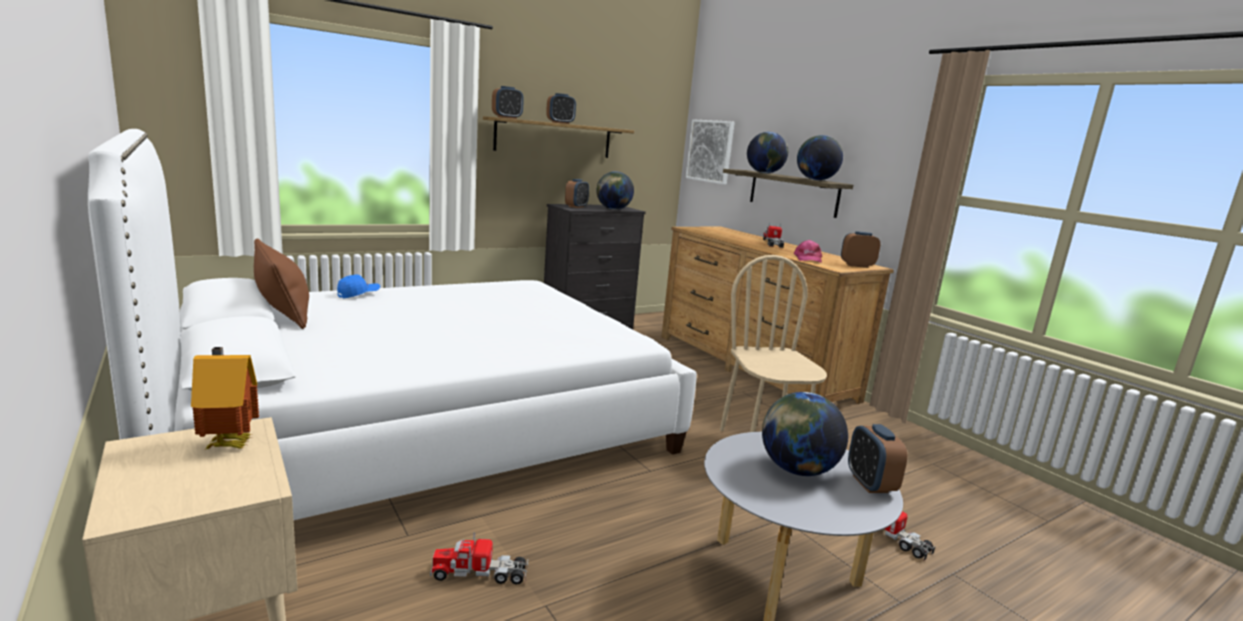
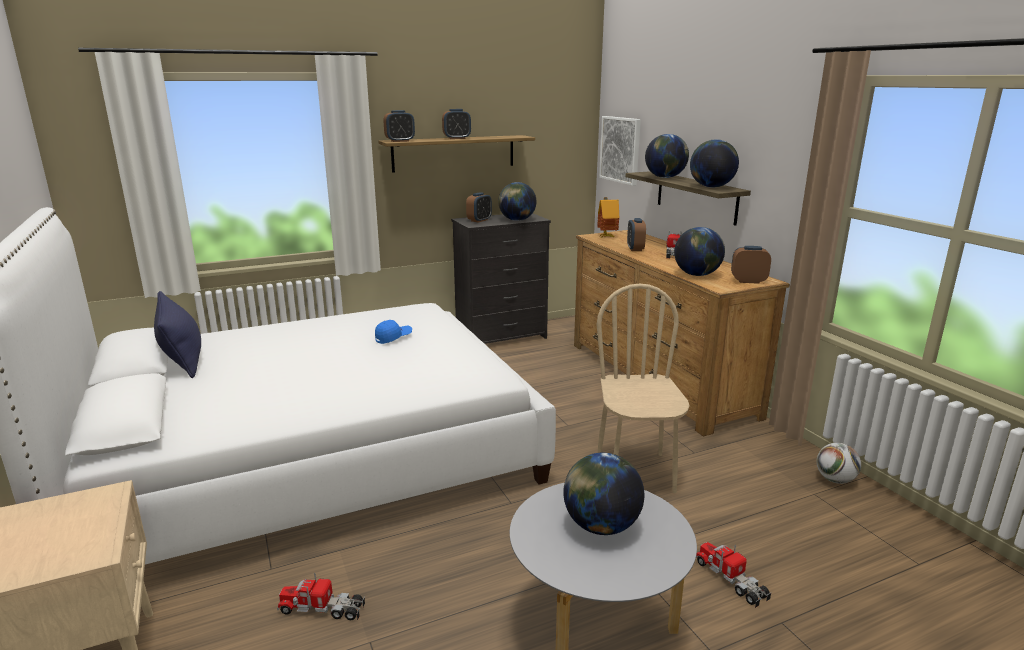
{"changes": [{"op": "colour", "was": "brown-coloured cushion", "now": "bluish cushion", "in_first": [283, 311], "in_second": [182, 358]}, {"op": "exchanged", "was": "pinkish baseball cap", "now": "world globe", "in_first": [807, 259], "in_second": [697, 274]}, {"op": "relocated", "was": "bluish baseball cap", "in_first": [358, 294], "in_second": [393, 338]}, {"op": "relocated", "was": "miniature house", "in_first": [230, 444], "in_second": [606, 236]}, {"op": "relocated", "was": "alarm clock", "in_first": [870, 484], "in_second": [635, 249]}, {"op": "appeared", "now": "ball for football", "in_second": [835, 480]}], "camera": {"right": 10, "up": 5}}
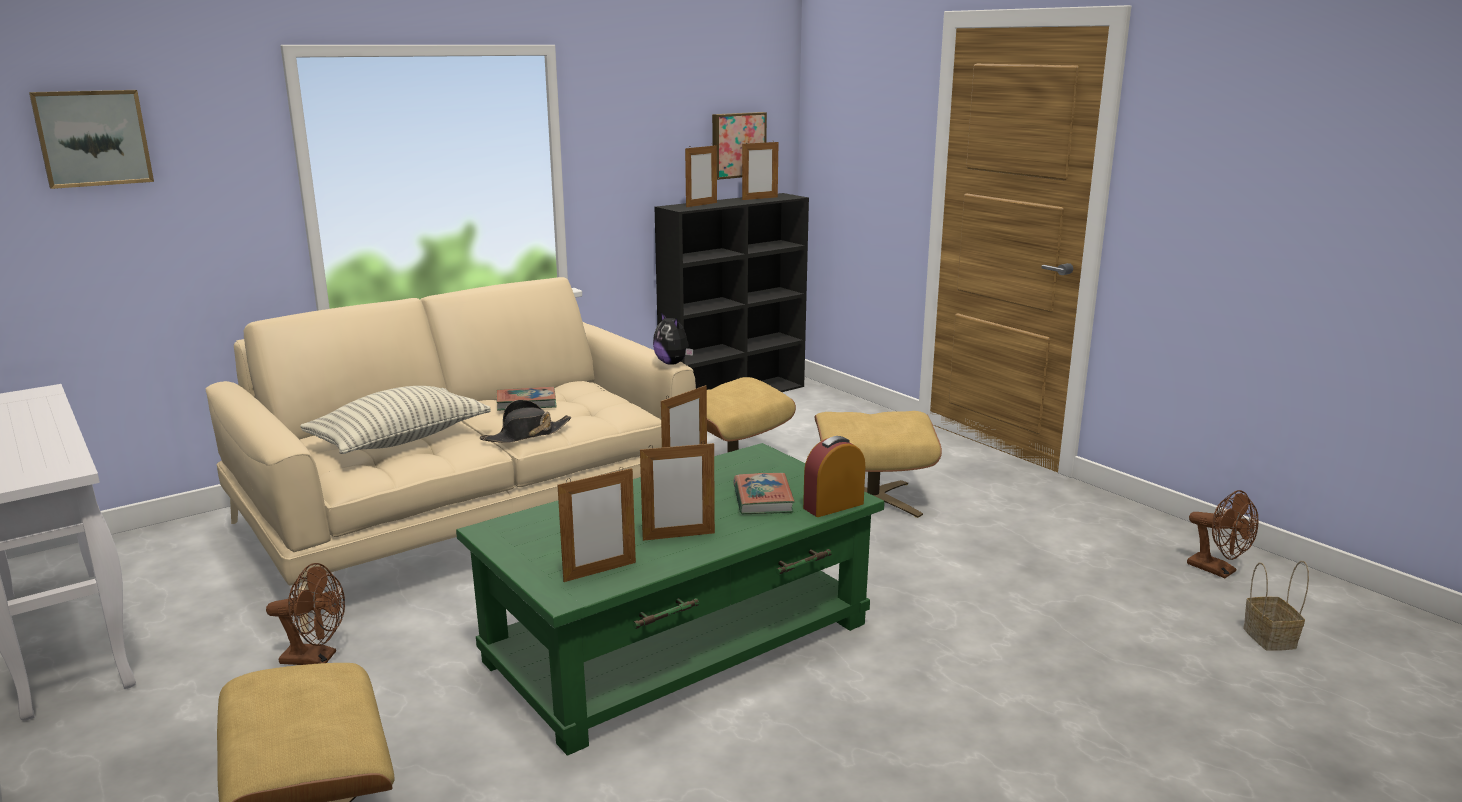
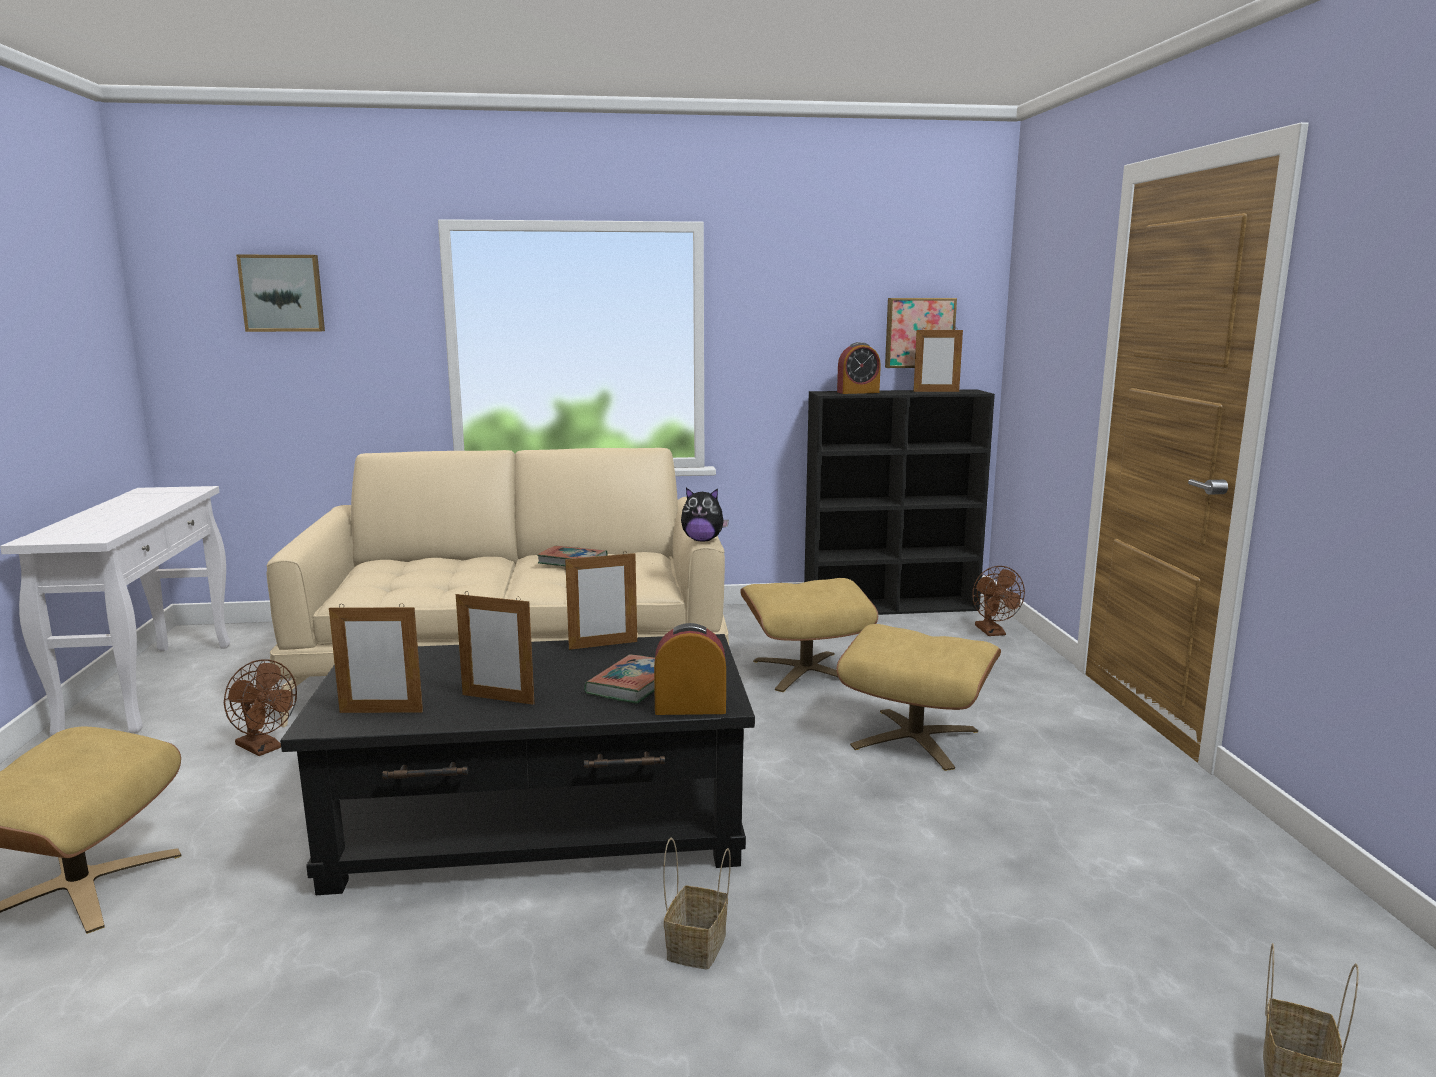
{"changes": [{"op": "exchanged", "was": "standing frame", "now": "alarm clock", "in_first": [701, 205], "in_second": [858, 392]}, {"op": "spun", "was": "plush toy", "in_first": [673, 363], "in_second": [702, 540], "clockwise": -75}, {"op": "missing", "was": "cushion", "in_first": [400, 440]}, {"op": "missing", "was": "black wearable hat", "in_first": [526, 434]}, {"op": "colour", "was": "greenish coffee table", "now": "black coffee table", "in_first": [681, 642], "in_second": [541, 825]}, {"op": "relocated", "was": "brown-coloured fan", "in_first": [1218, 570], "in_second": [993, 632]}, {"op": "appeared", "now": "basket", "in_second": [697, 948]}], "camera": {"right": 30, "up": -5}}
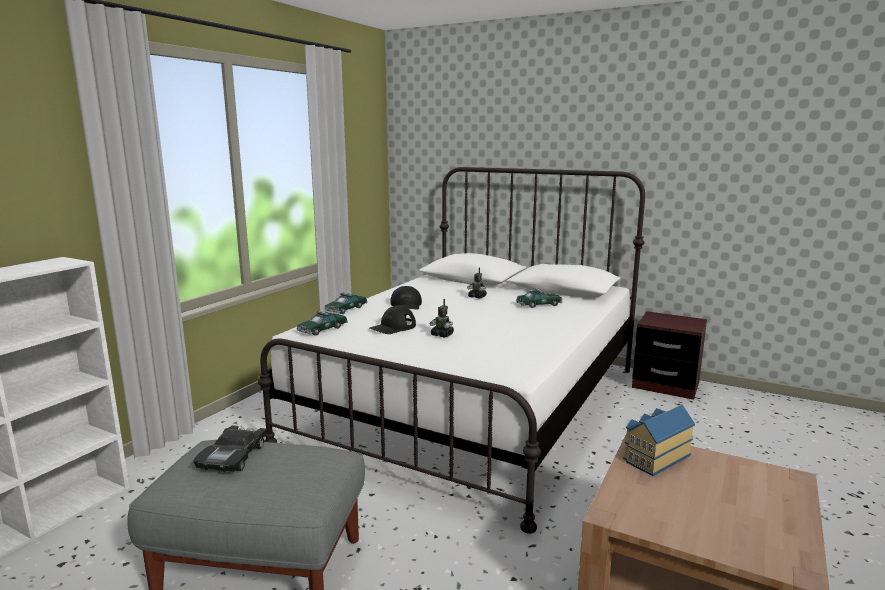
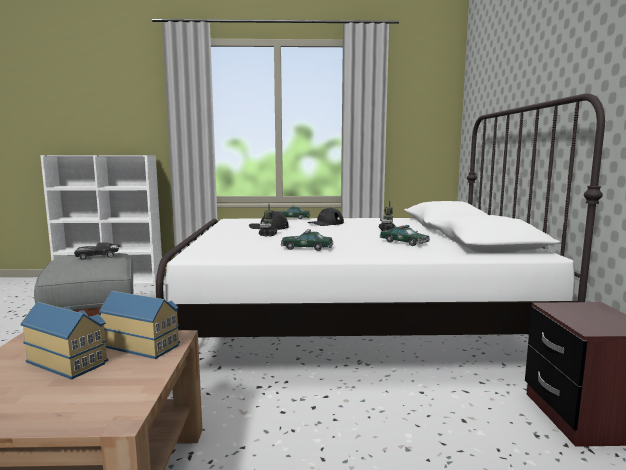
{"changes": [{"op": "relocated", "was": "miniature car", "in_first": [322, 329], "in_second": [306, 248]}, {"op": "appeared", "now": "miniature house", "in_second": [69, 361]}], "camera": {"right": 60, "up": -5}}
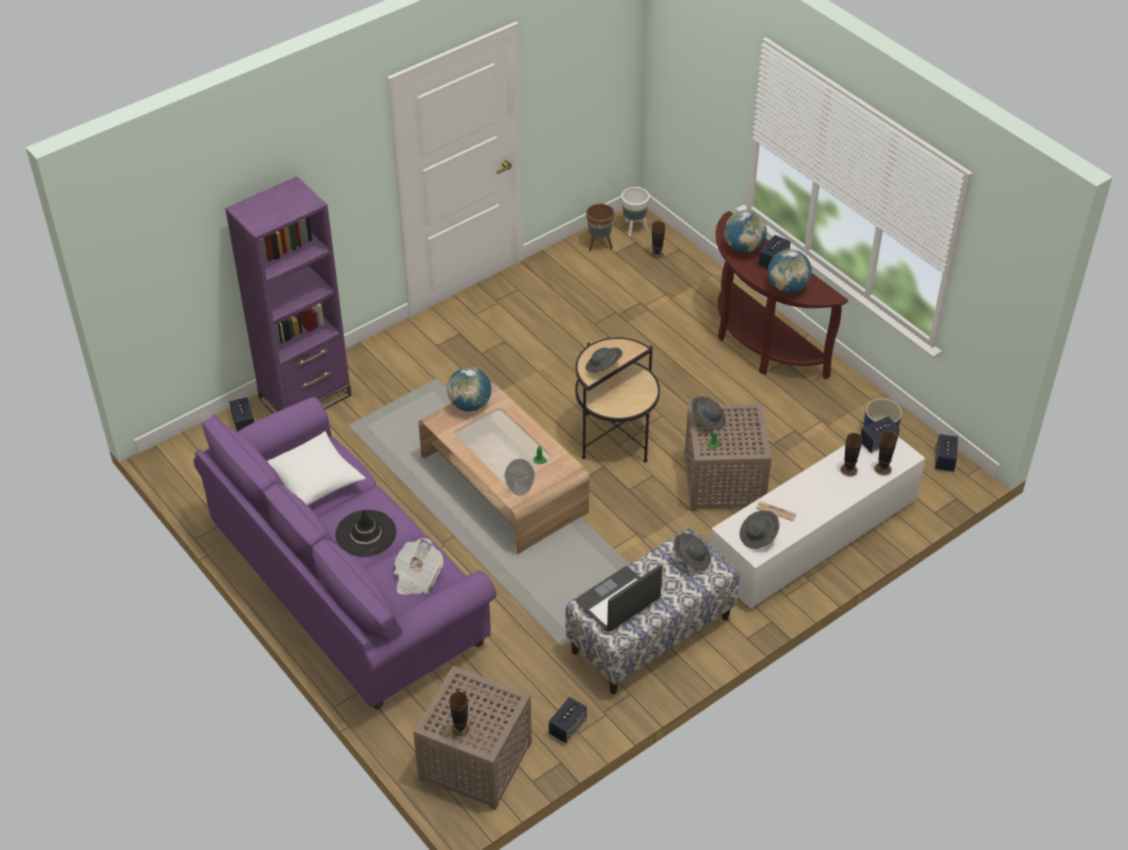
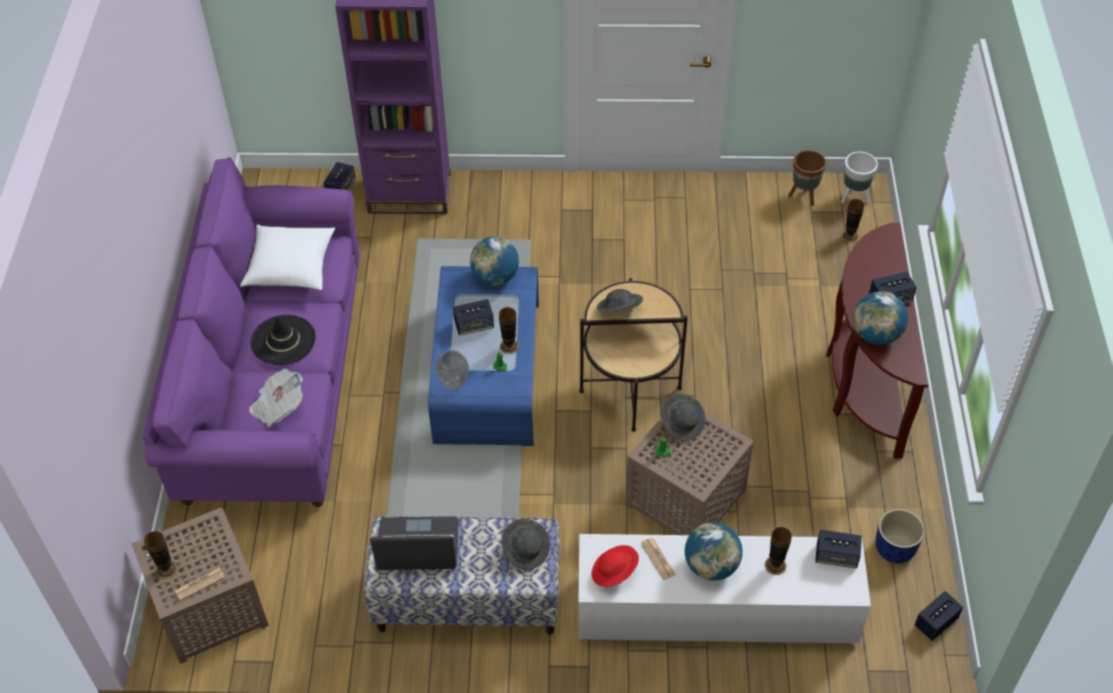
{"changes": [{"op": "relocated", "was": "world globe", "in_first": [743, 248], "in_second": [711, 566]}, {"op": "colour", "was": "brown-coloured coffee table", "now": "bluish coffee table", "in_first": [503, 484], "in_second": [487, 372]}, {"op": "relocated", "was": "decorative vase", "in_first": [882, 469], "in_second": [509, 346]}, {"op": "colour", "was": "grey wearable hat", "now": "reddish wearable hat", "in_first": [758, 536], "in_second": [614, 572]}, {"op": "relocated", "was": "audio speaker", "in_first": [567, 727], "in_second": [474, 325]}, {"op": "appeared", "now": "newspaper", "in_second": [200, 584]}], "camera": {"right": 40, "up": 5}}
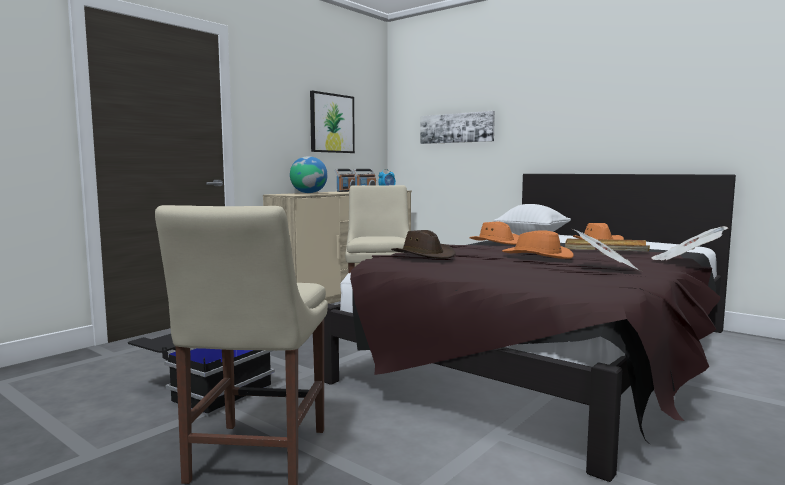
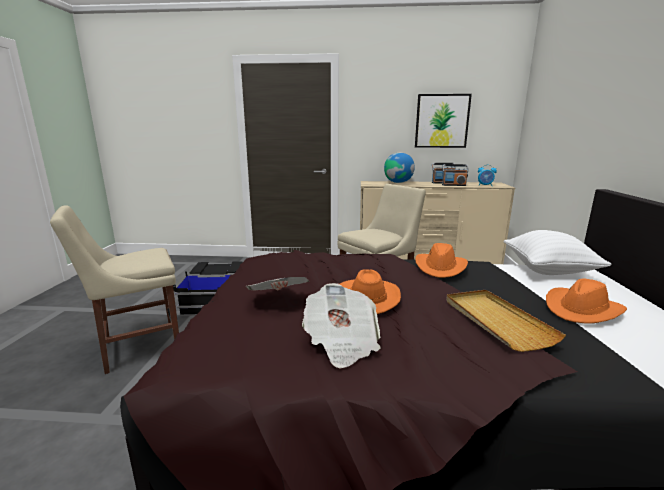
{"changes": [{"op": "missing", "was": "wall art", "in_first": [456, 128]}, {"op": "relocated", "was": "newspaper", "in_first": [686, 261], "in_second": [278, 300]}, {"op": "missing", "was": "brown-coloured wearable hat", "in_first": [423, 255]}], "camera": {"right": 55, "up": 10}}
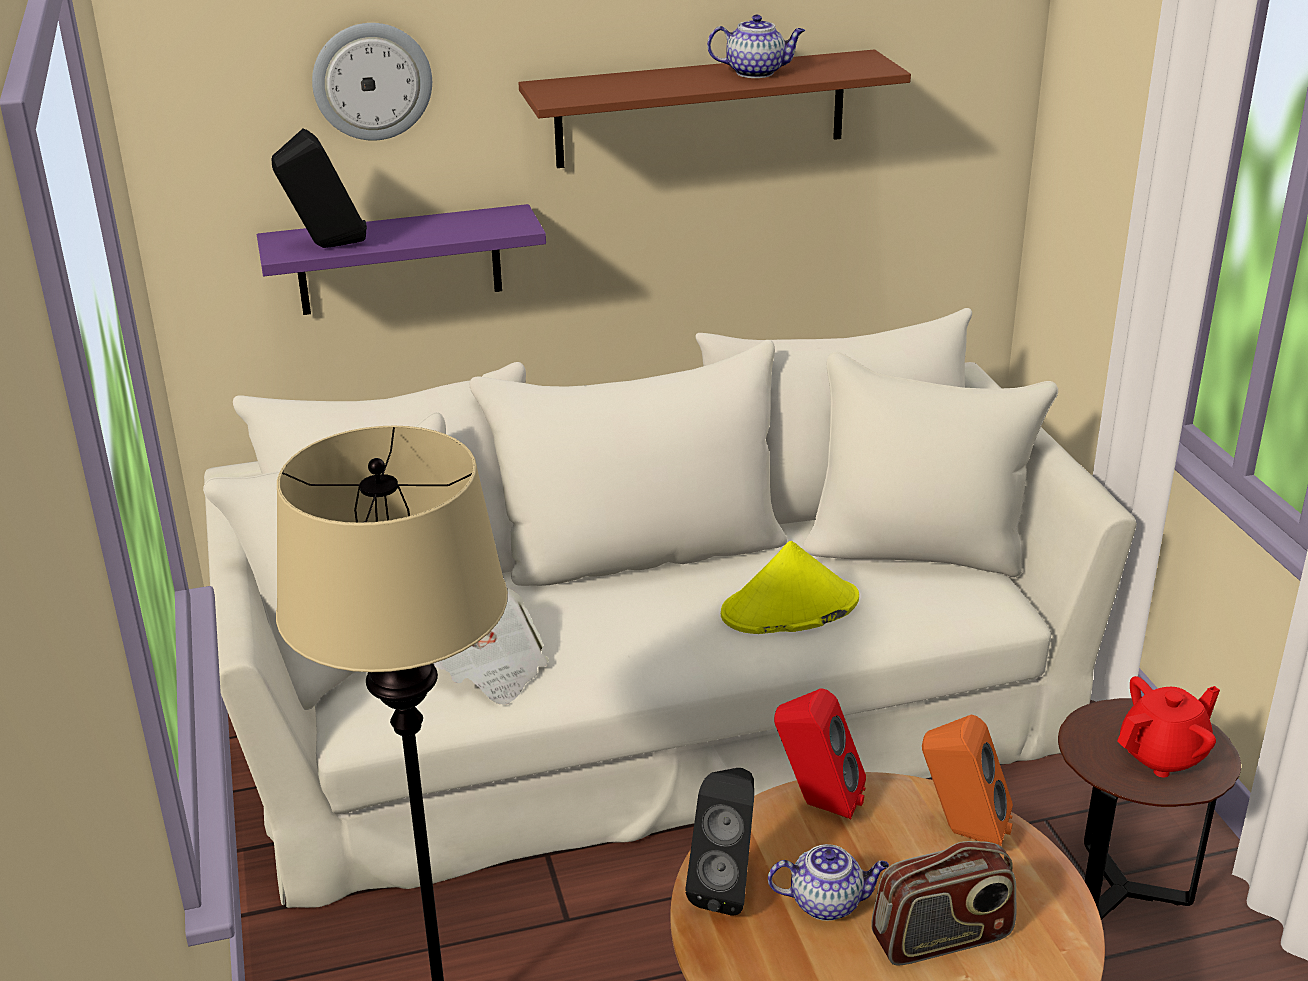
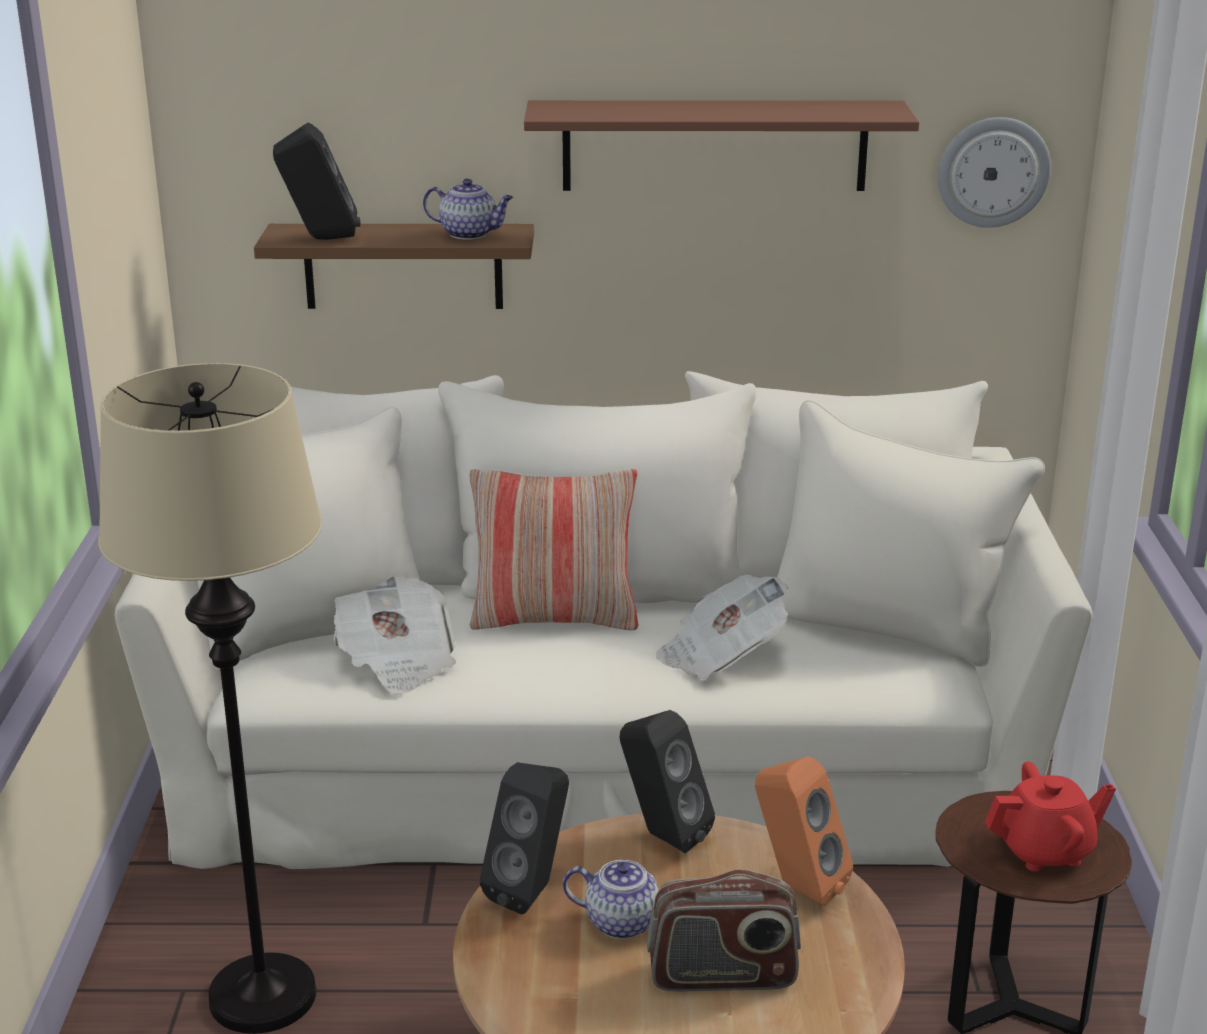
{"changes": [{"op": "relocated", "was": "pot for tea", "in_first": [756, 72], "in_second": [470, 234]}, {"op": "relocated", "was": "wall clock", "in_first": [372, 81], "in_second": [993, 172]}, {"op": "colour", "was": "purple-coloured bracket shelf", "now": "brown-coloured bracket shelf", "in_first": [399, 260], "in_second": [403, 266]}, {"op": "exchanged", "was": "yellowish wearable hat", "now": "newspaper", "in_first": [789, 608], "in_second": [721, 656]}, {"op": "colour", "was": "reddish audio speaker", "now": "black audio speaker", "in_first": [816, 804], "in_second": [662, 836]}, {"op": "appeared", "now": "cushion", "in_second": [554, 618]}], "camera": {"right": 15, "up": -5}}
